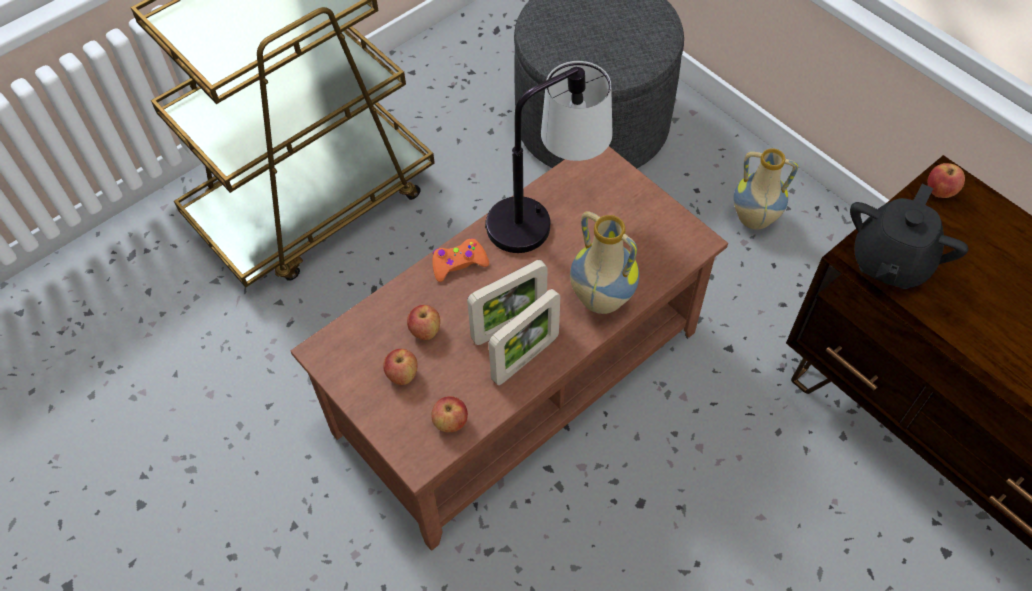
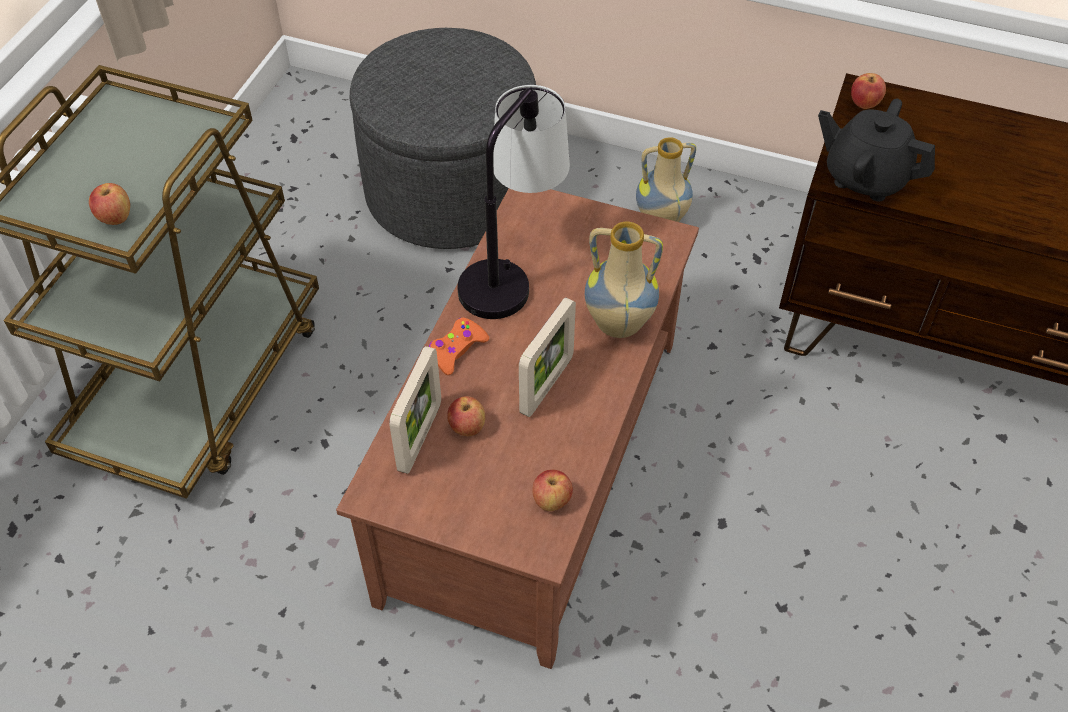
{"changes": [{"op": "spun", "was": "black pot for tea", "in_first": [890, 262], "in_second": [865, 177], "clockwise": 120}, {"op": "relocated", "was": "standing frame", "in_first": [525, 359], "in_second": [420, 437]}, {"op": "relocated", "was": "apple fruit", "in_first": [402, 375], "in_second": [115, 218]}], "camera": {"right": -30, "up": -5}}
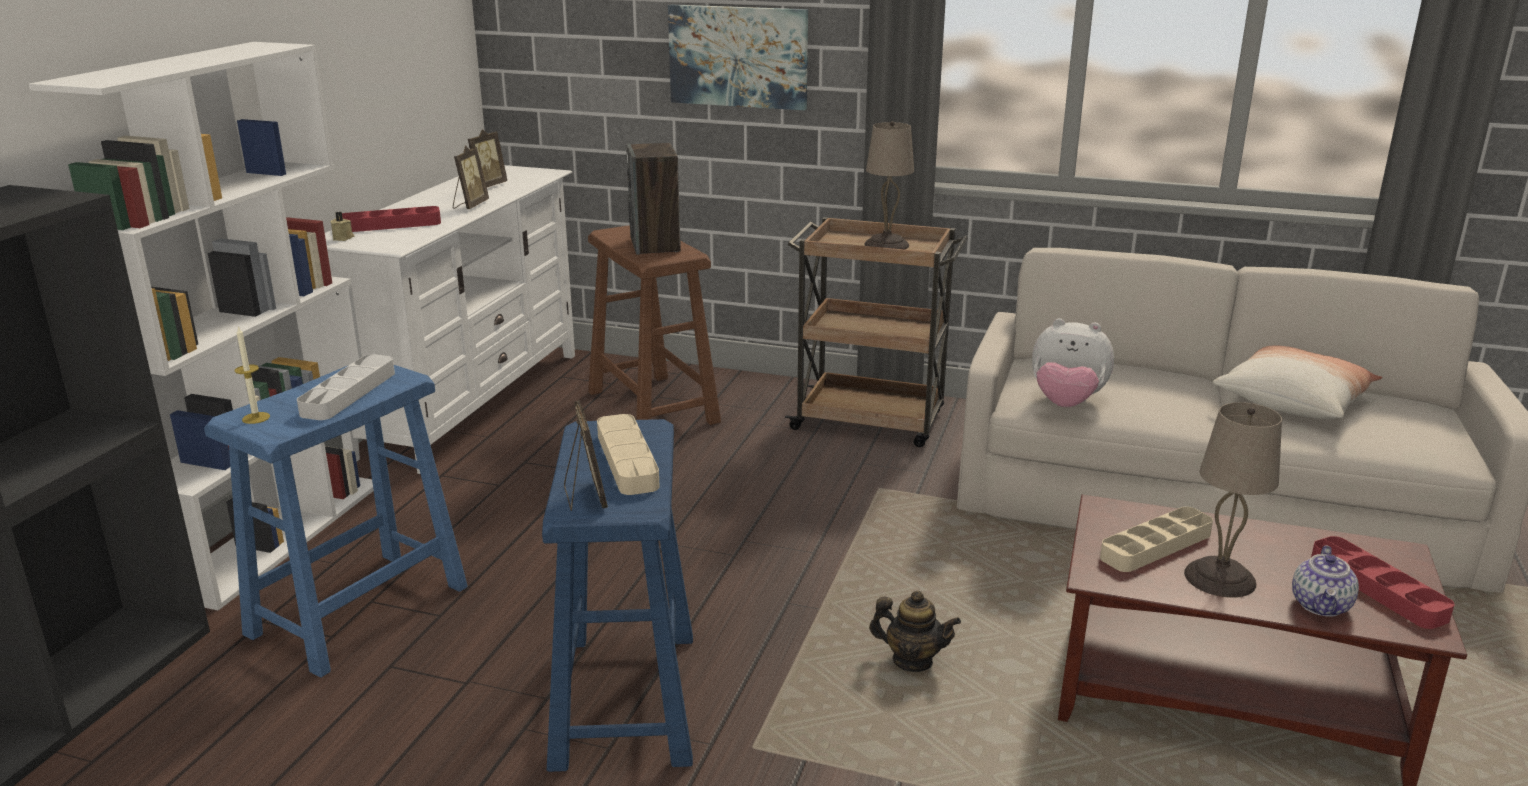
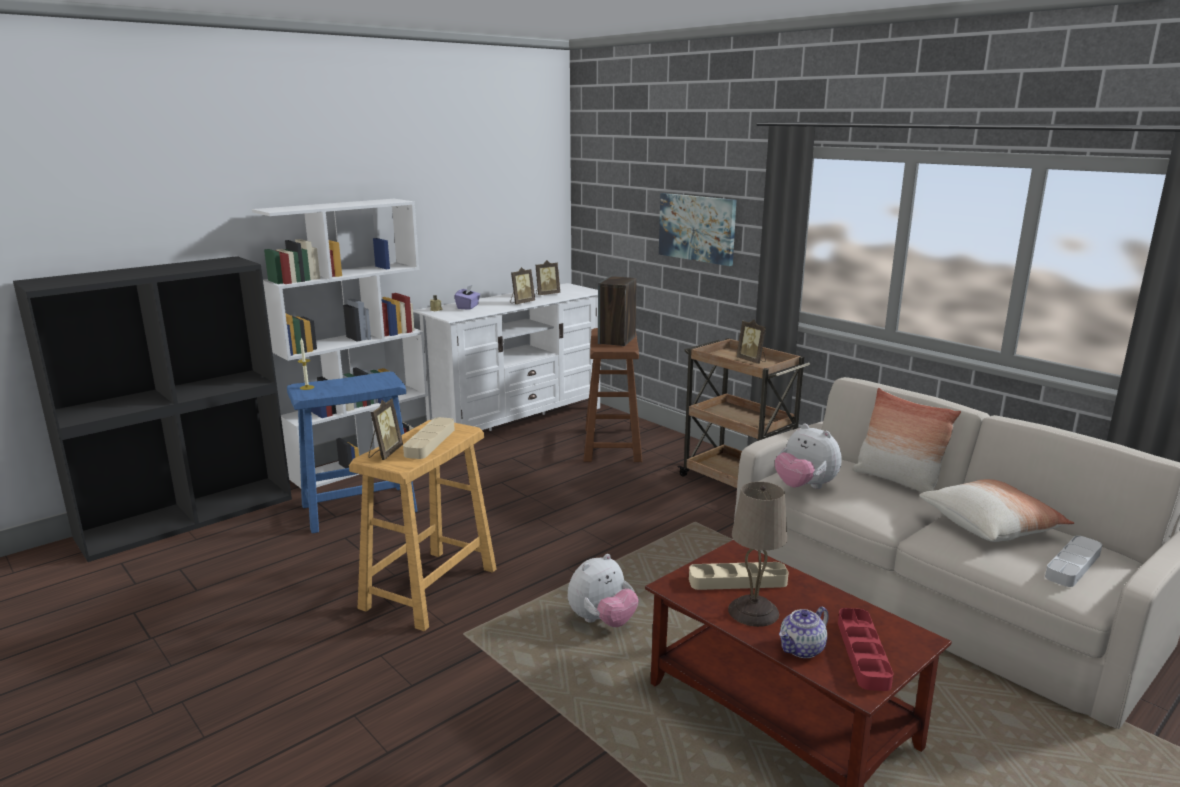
{"changes": [{"op": "exchanged", "was": "beige table lamp", "now": "standing frame", "in_first": [887, 245], "in_second": [752, 361]}, {"op": "exchanged", "was": "reddish tray", "now": "purple-coloured tissue box", "in_first": [391, 225], "in_second": [468, 307]}, {"op": "relocated", "was": "grey tray", "in_first": [349, 393], "in_second": [1073, 565]}, {"op": "colour", "was": "bluish stool seat", "now": "beige stool seat", "in_first": [626, 698], "in_second": [430, 588]}, {"op": "exchanged", "was": "pot for tea", "now": "plush toy", "in_first": [912, 660], "in_second": [602, 621]}, {"op": "appeared", "now": "cushion", "in_second": [897, 481]}], "camera": {"right": 30, "up": -5}}
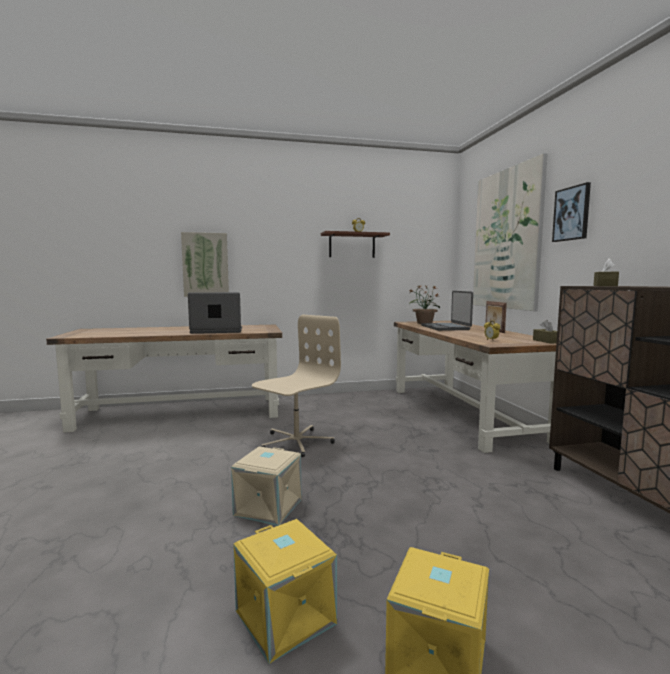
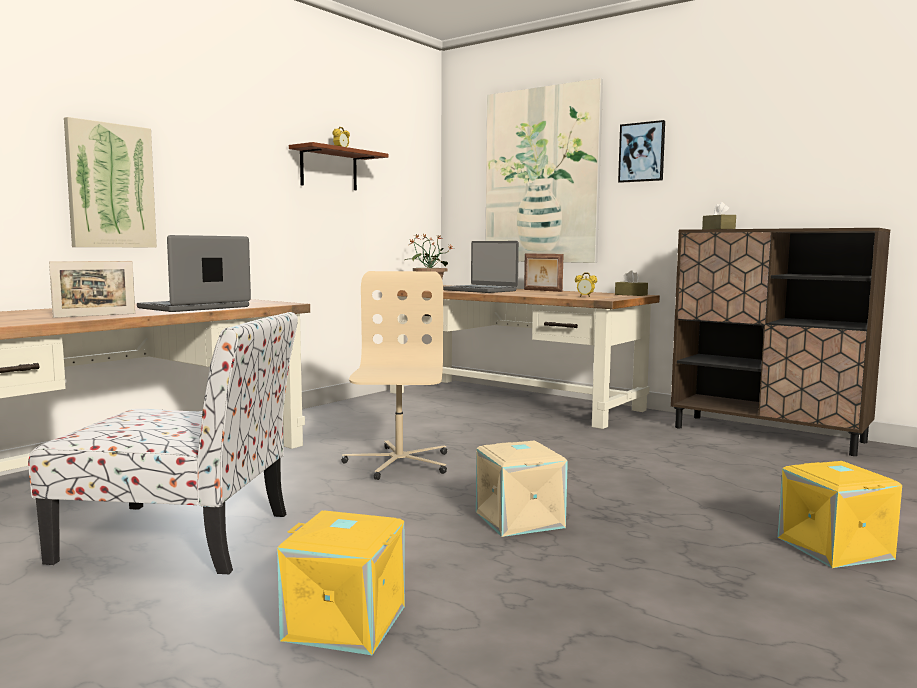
{"changes": [{"op": "relocated", "was": "yellowish storage container", "in_first": [287, 617], "in_second": [346, 622]}, {"op": "appeared", "now": "standing frame", "in_second": [95, 315]}, {"op": "appeared", "now": "plain chair", "in_second": [181, 538]}], "camera": {"right": -40, "up": 0}}
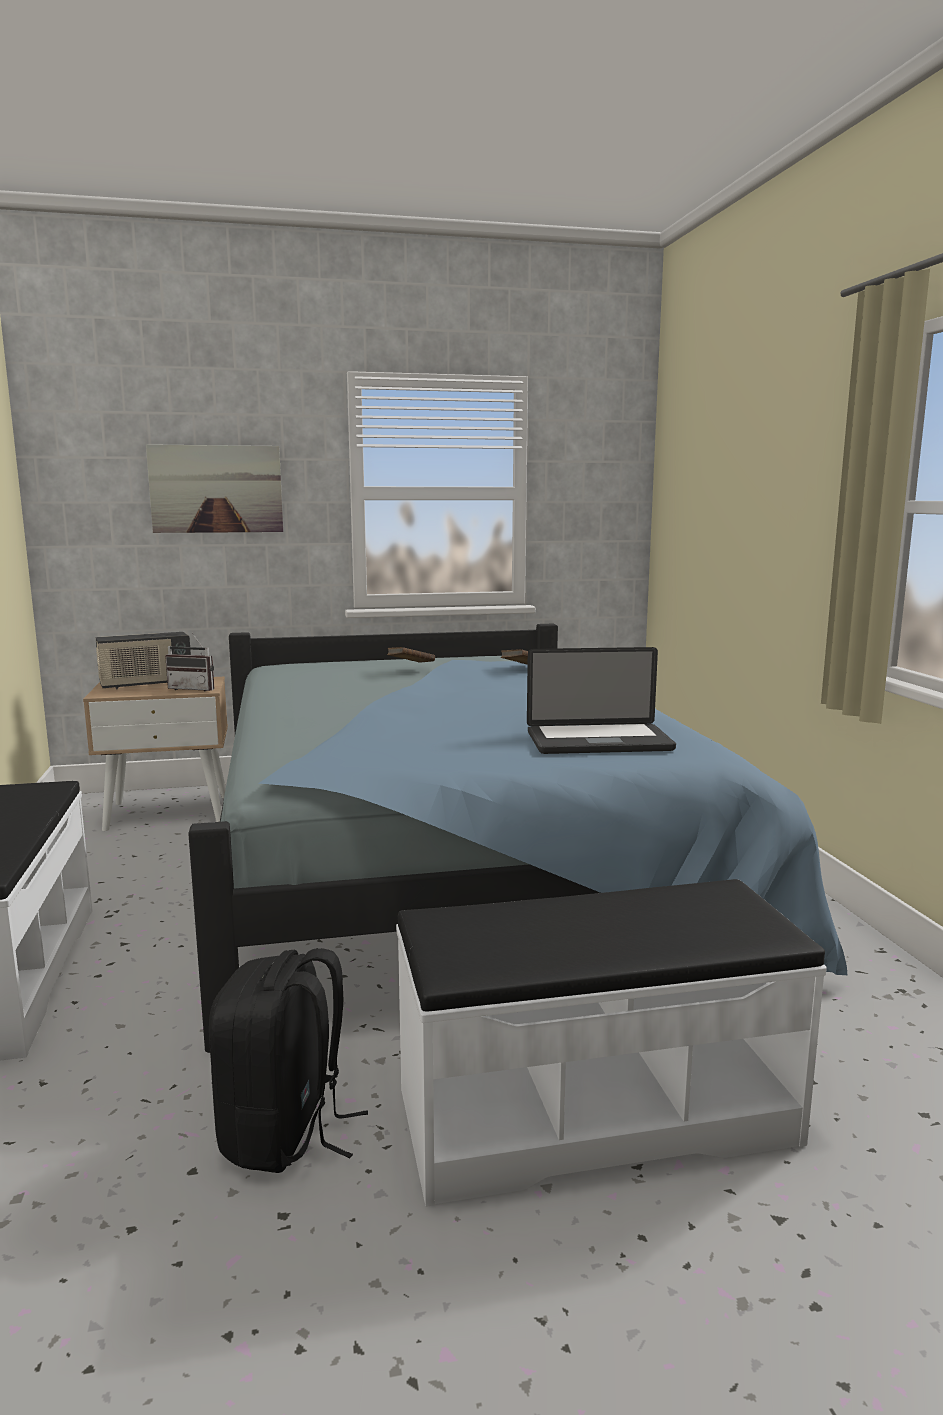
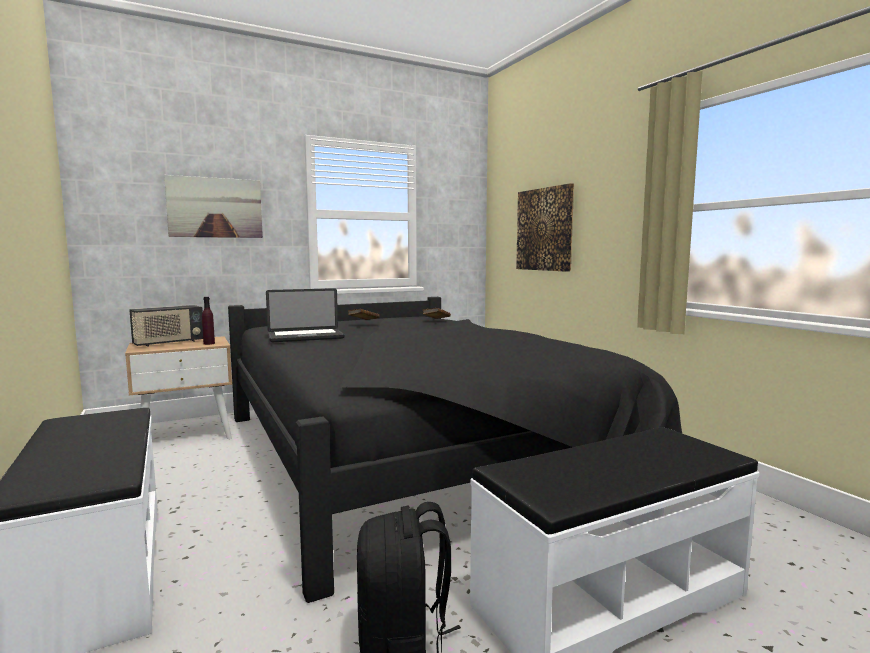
{"changes": [{"op": "colour", "was": "bluish bed", "now": "black bed", "in_first": [458, 872], "in_second": [417, 454]}, {"op": "exchanged", "was": "radio", "now": "purple-coloured drink bottle", "in_first": [194, 689], "in_second": [209, 343]}, {"op": "relocated", "was": "notebook computer", "in_first": [598, 741], "in_second": [305, 337]}, {"op": "appeared", "now": "wall art", "in_second": [544, 229]}], "camera": {"right": -15, "up": -5}}
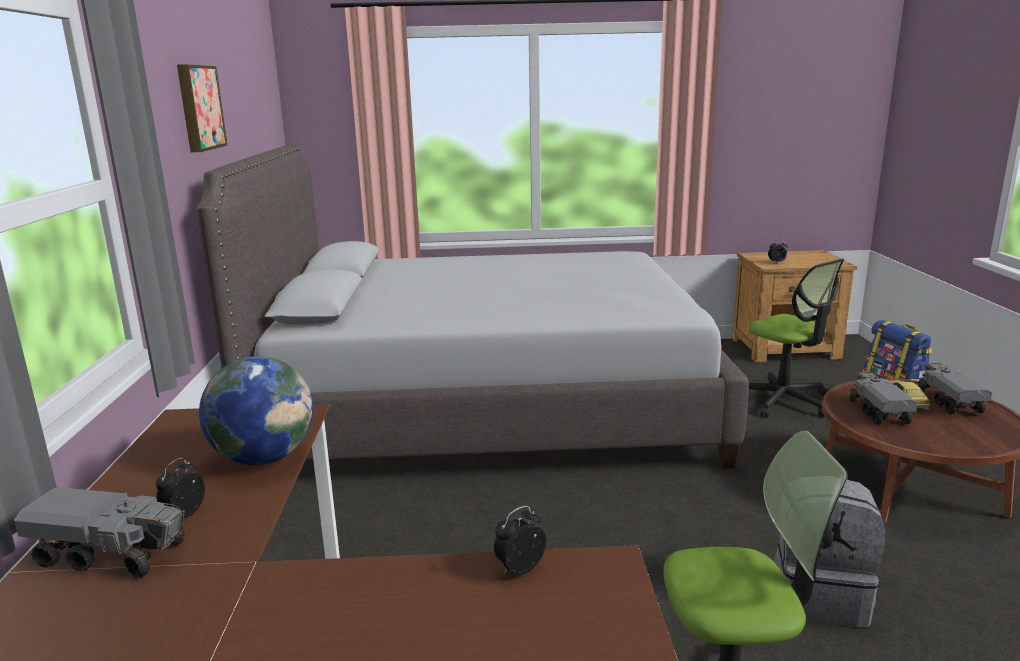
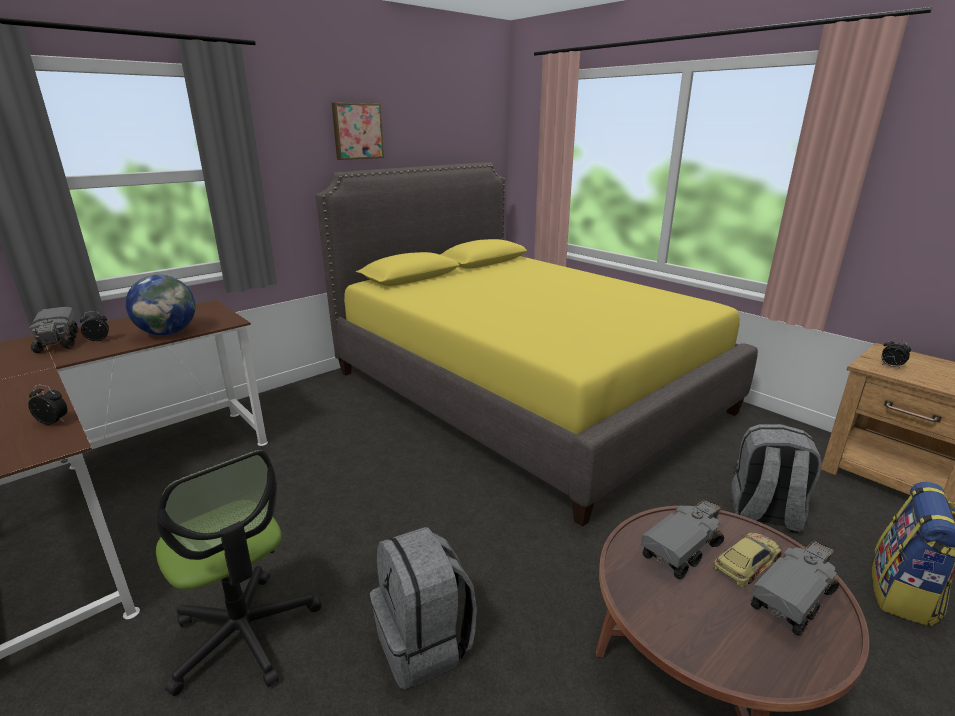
{"changes": [{"op": "colour", "was": "grey bed", "now": "yellowish bed", "in_first": [488, 406], "in_second": [524, 391]}, {"op": "exchanged", "was": "computer chair", "now": "grey knapsack", "in_first": [784, 400], "in_second": [764, 514]}], "camera": {"right": 50, "up": 5}}
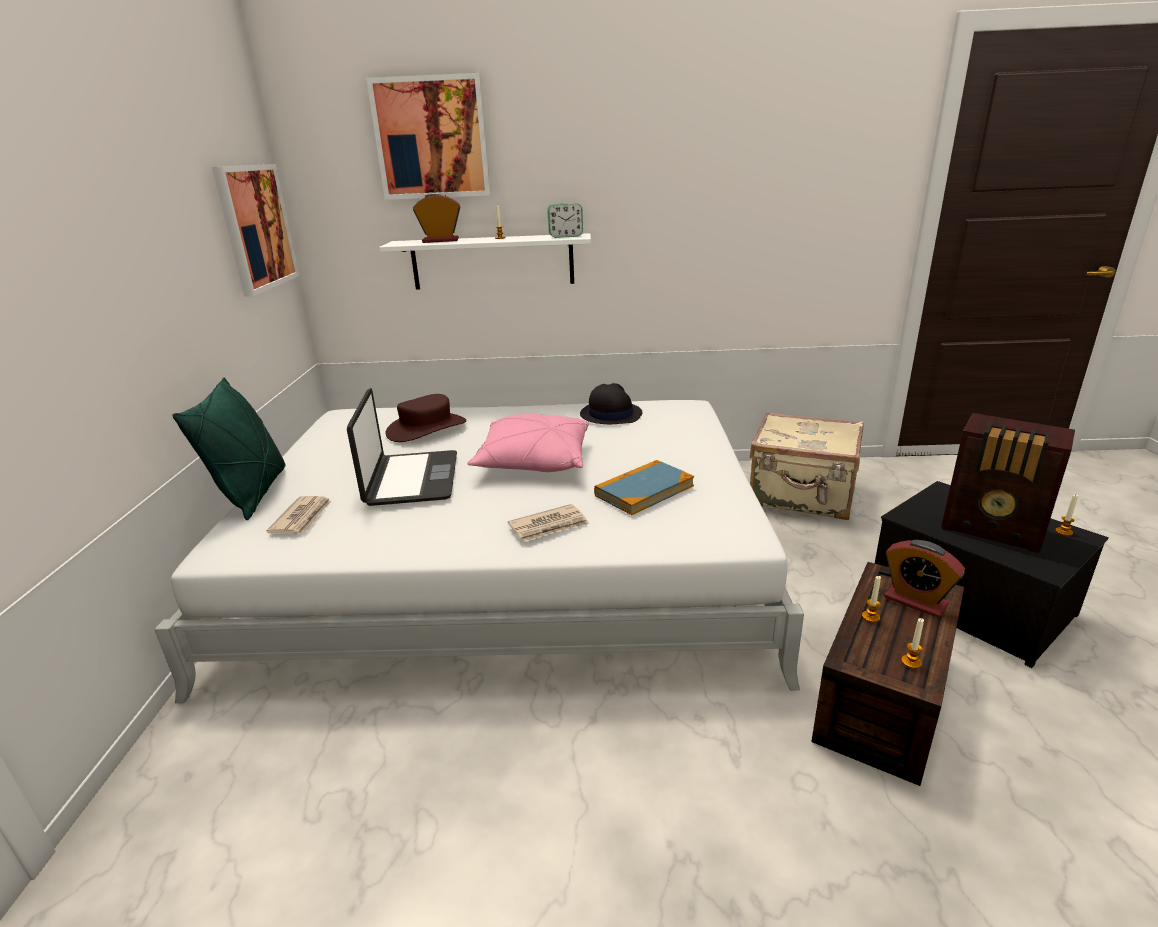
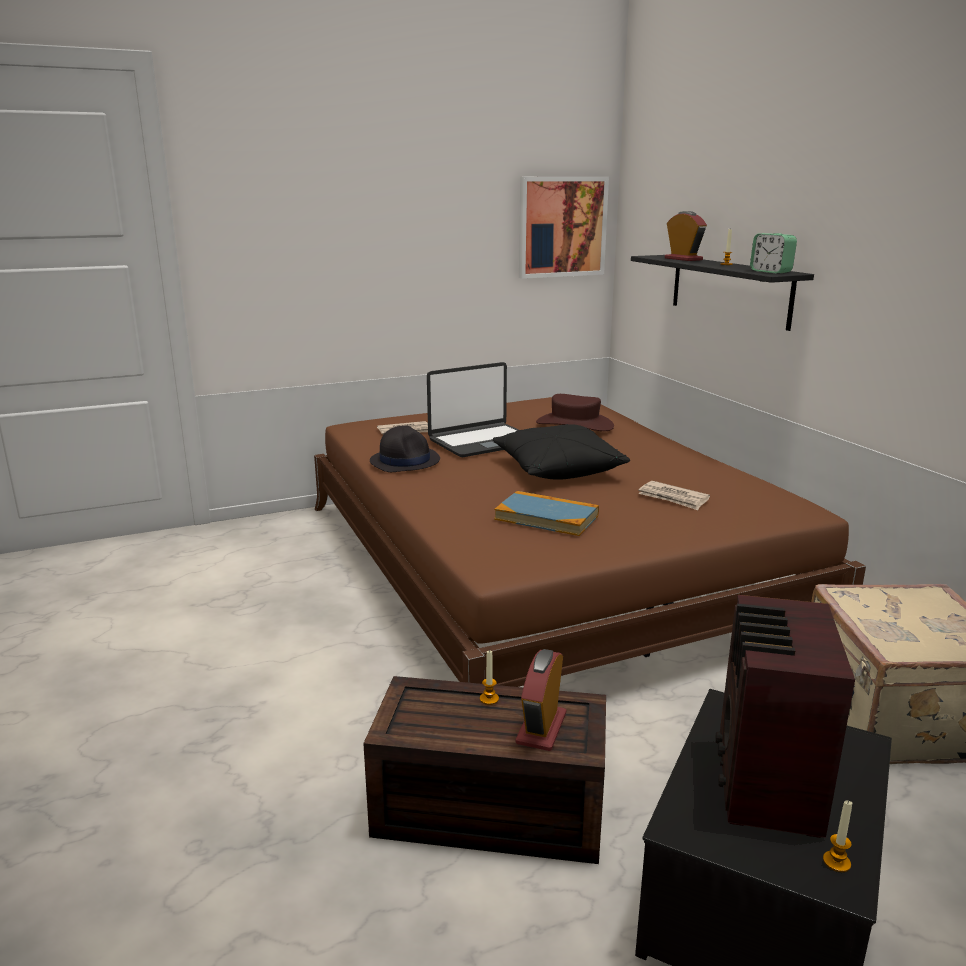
{"changes": [{"op": "missing", "was": "wall art", "in_first": [431, 138]}, {"op": "colour", "was": "white bracket shelf", "now": "black bracket shelf", "in_first": [492, 262], "in_second": [729, 290]}, {"op": "missing", "was": "greenish cushion", "in_first": [253, 493]}, {"op": "relocated", "was": "black wearable hat", "in_first": [610, 414], "in_second": [405, 461]}, {"op": "colour", "was": "white bed", "now": "brown-coloured bed", "in_first": [509, 562], "in_second": [542, 563]}, {"op": "colour", "was": "pinkish cushion", "now": "black cushion", "in_first": [534, 462], "in_second": [557, 469]}, {"op": "relocated", "was": "newspaper", "in_first": [549, 526], "in_second": [673, 498]}, {"op": "missing", "was": "wax candle", "in_first": [911, 662]}], "camera": {"right": 65, "up": -5}}
